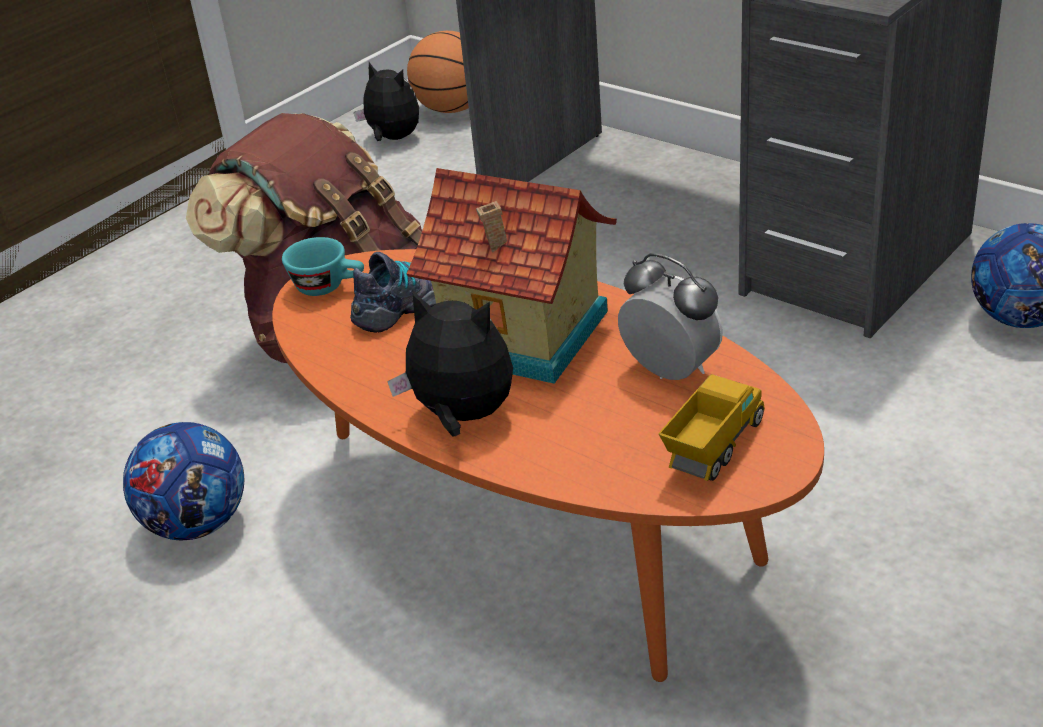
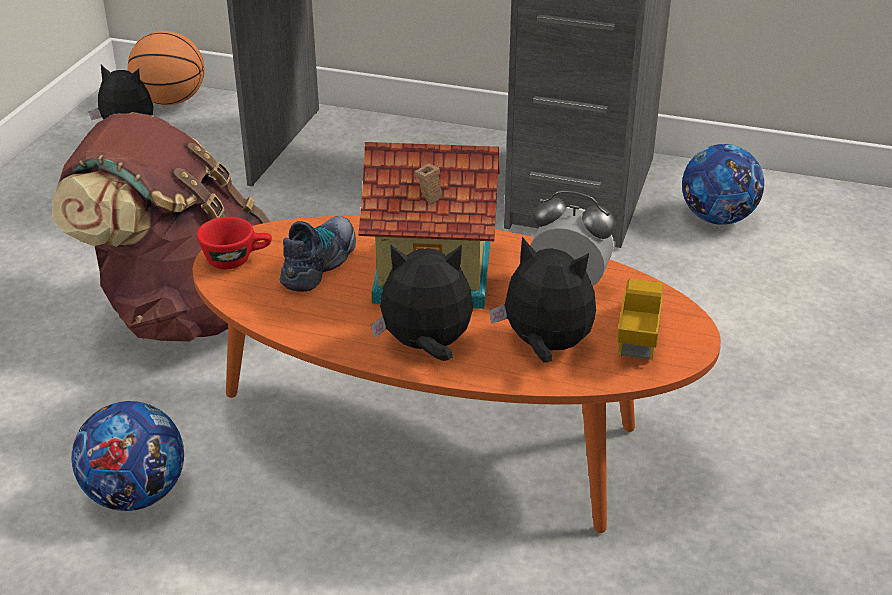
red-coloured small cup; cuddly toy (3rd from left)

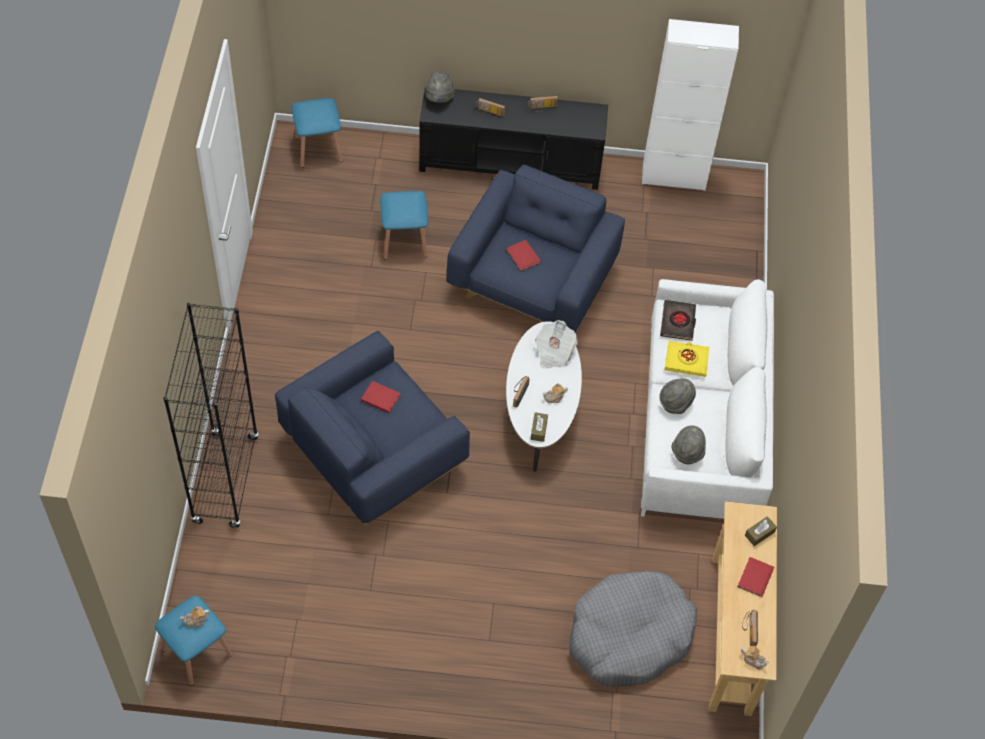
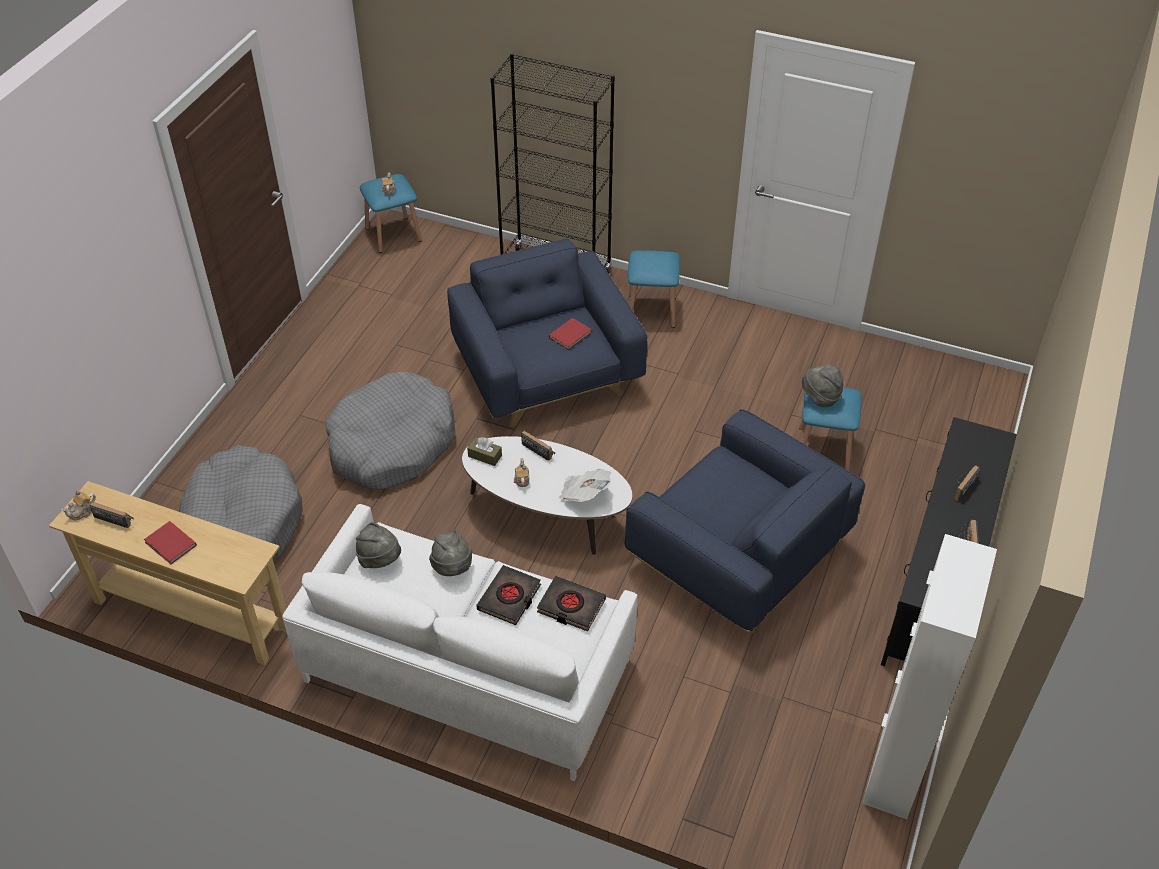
greyish wearable hat (3rd from left); bluish stool seat (2nd from left); red-coloured book (2nd from left in the first image); black-coloured book (1st from left); brown-coloured box of tissues (2nd from left in the first image); greyish dog bed (2nd from left)

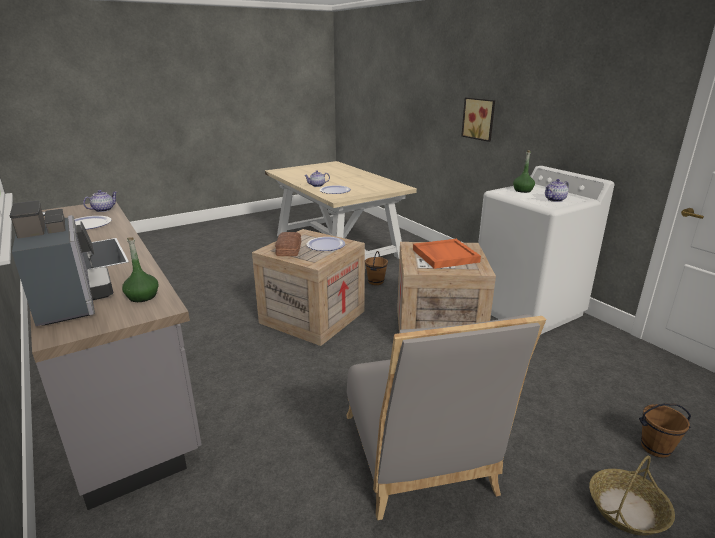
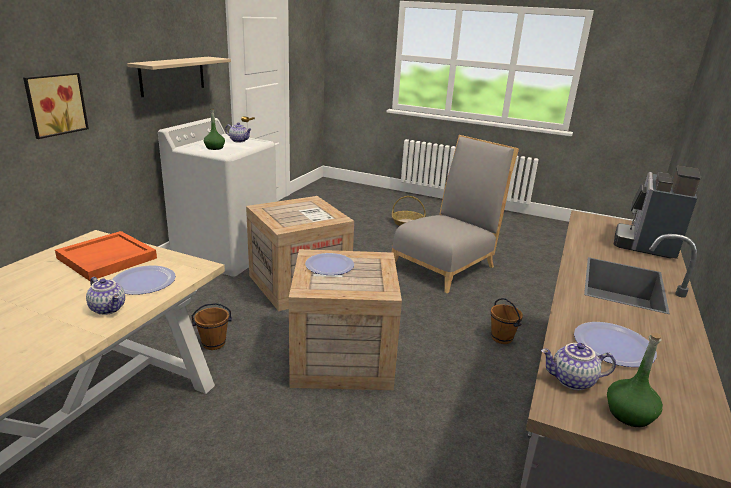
baked bread; green bottle (2nd from left); orangey serving tray; brown-coloured pail (2nd from left); wall shelf

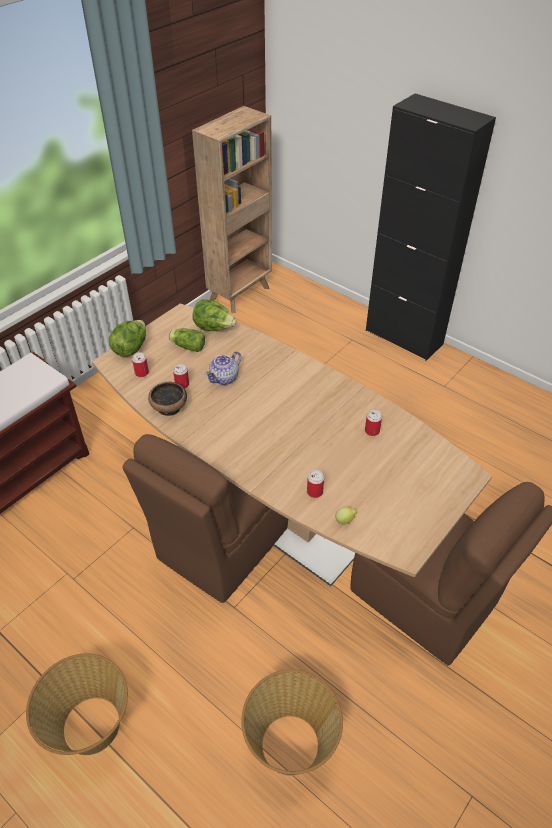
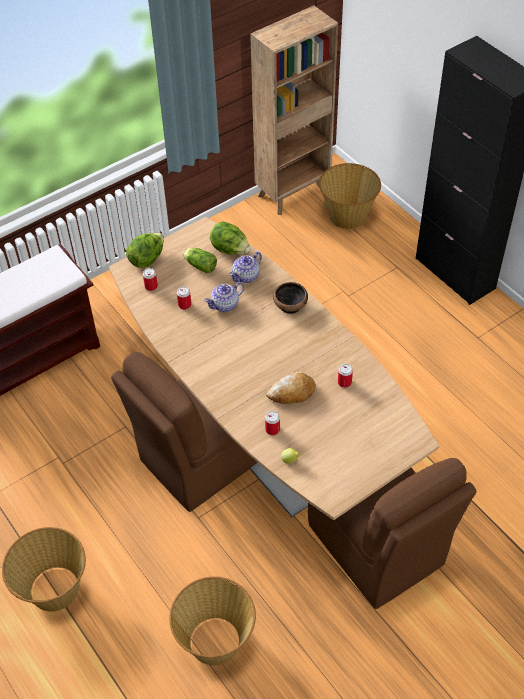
serving bowl; household basket (3rd from left); tea pot (2nd from left); baked bread

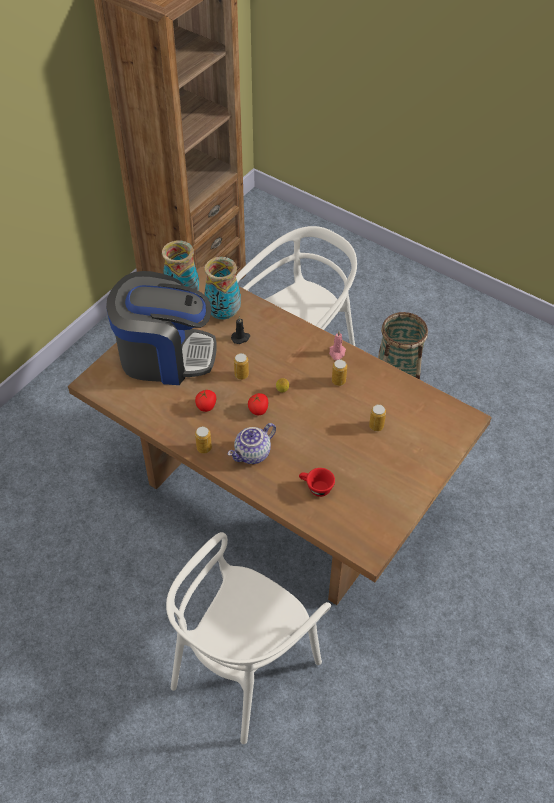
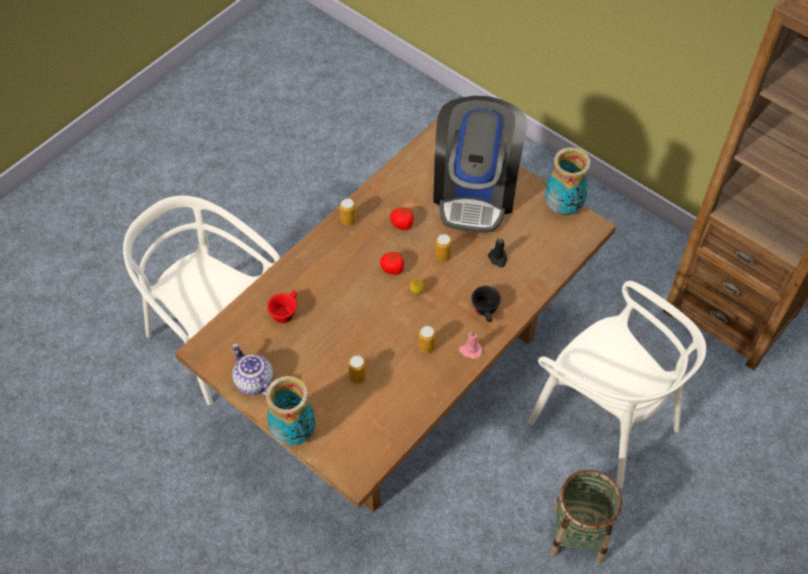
decorative vase (1st from left); tea pot; black-coloured small cup

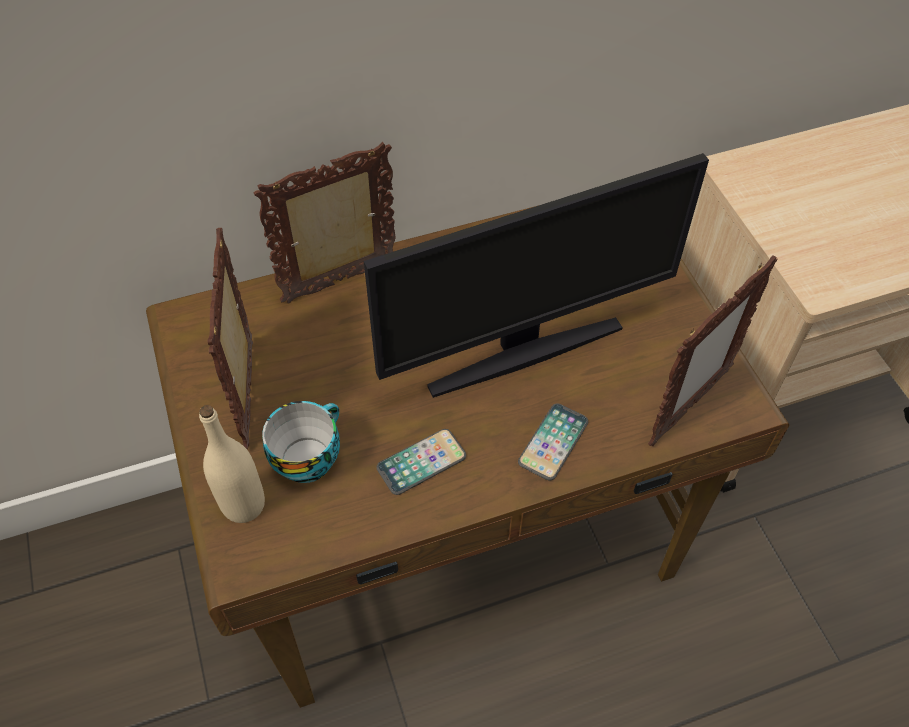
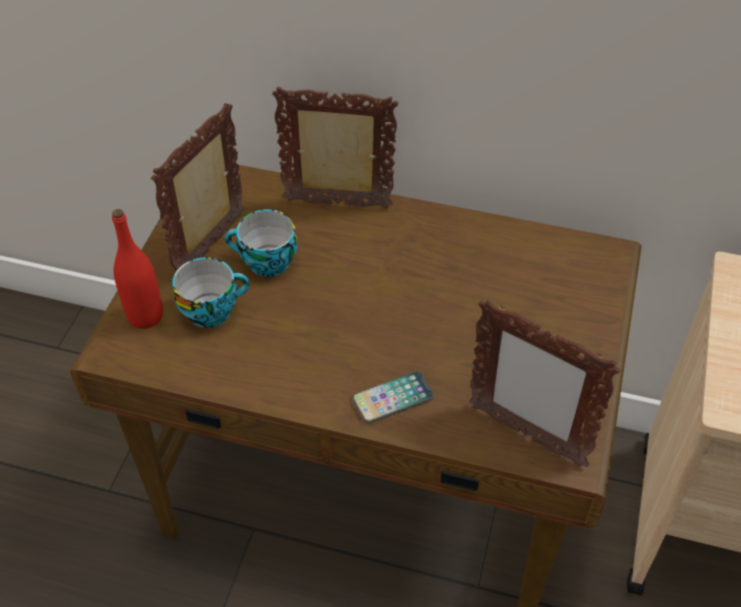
computer display; standing frame (3rd from left); red-coloured bottle; telephone (1st from left in the first image); small cup (2nd from left)

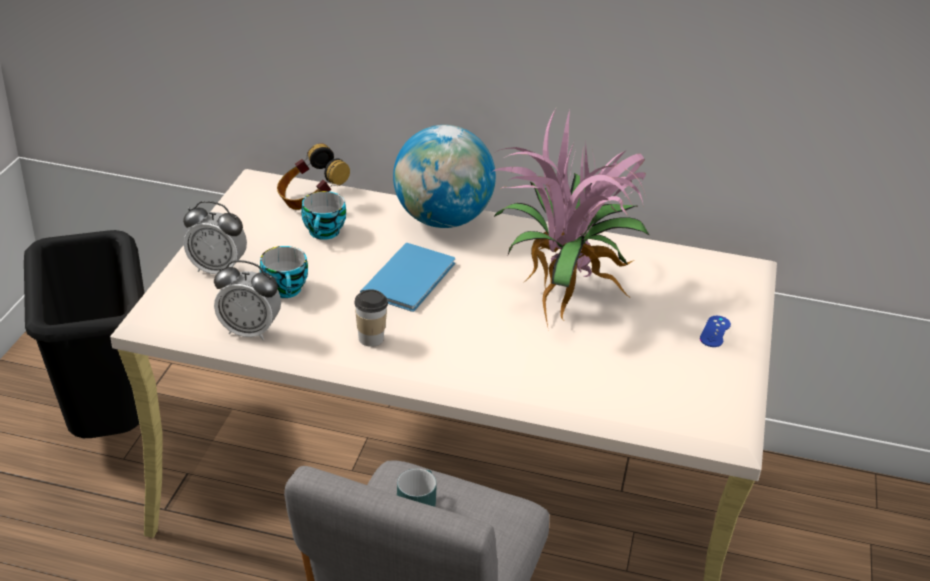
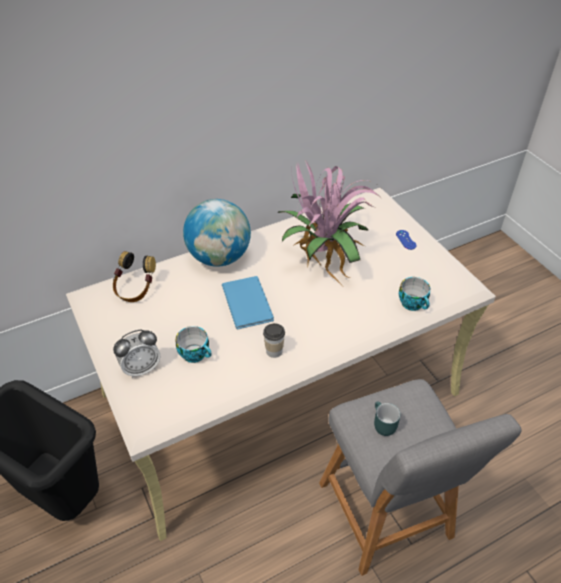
small cup (3rd from left); bedside clock (2nd from left in the first image)

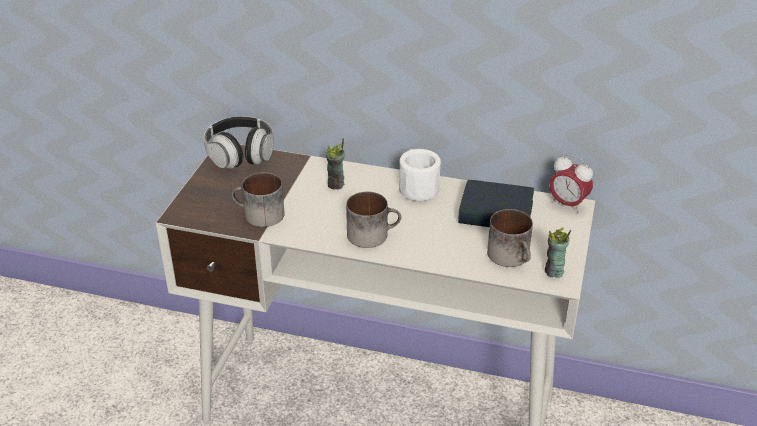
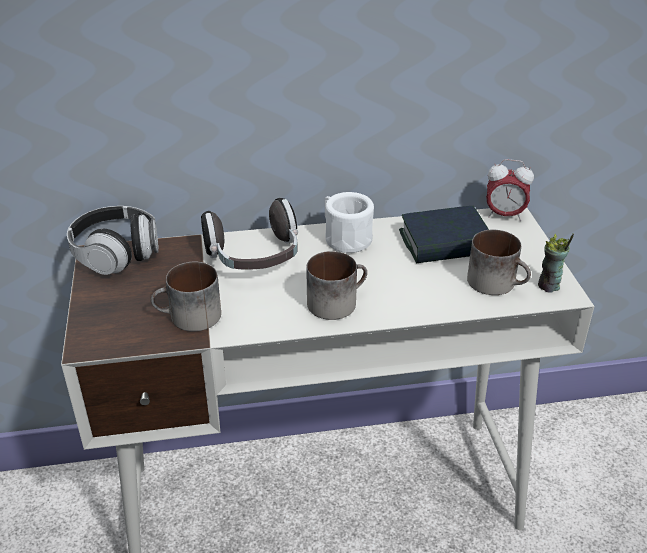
headset (2nd from left)

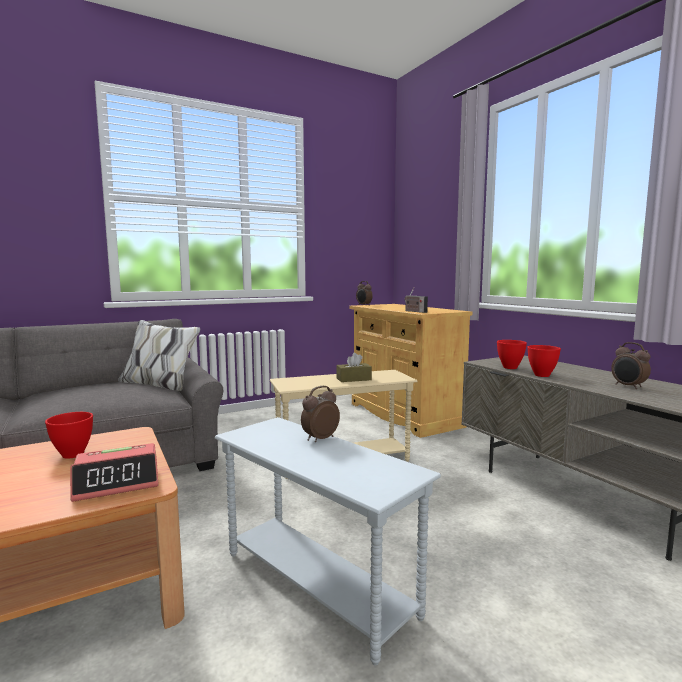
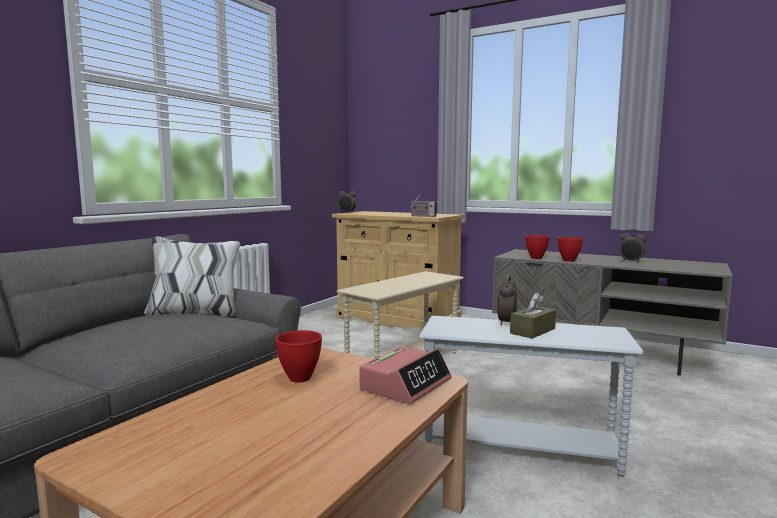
brown-coloured box of tissues

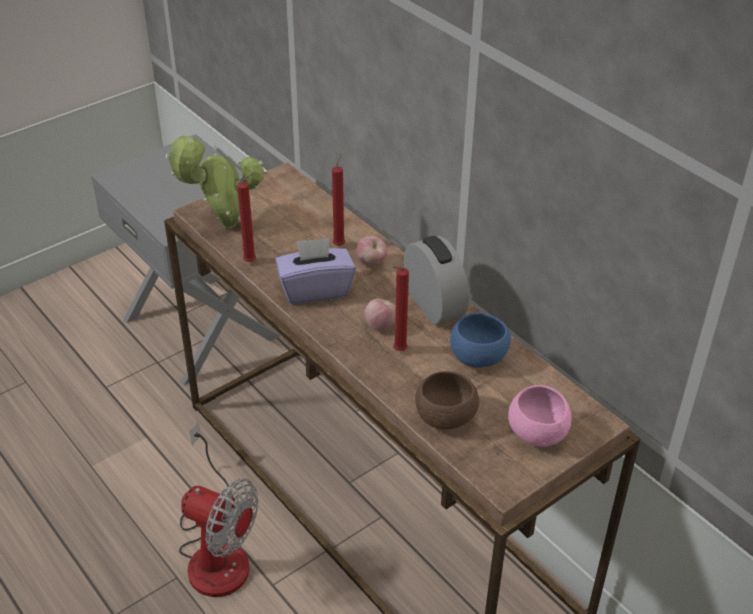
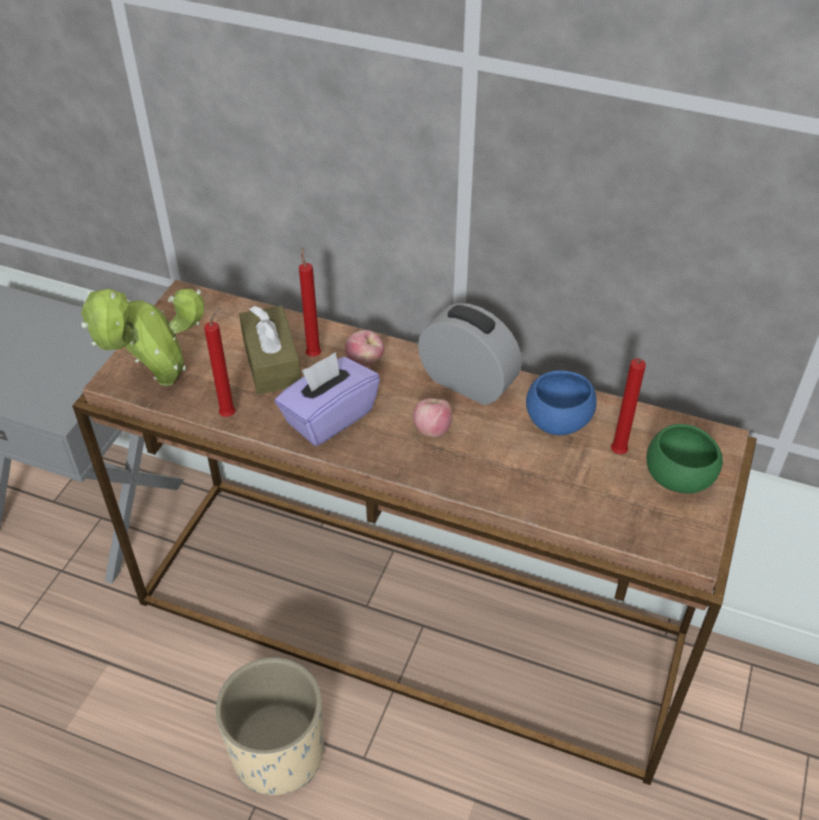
red-coloured wax light (3rd from left); brown-coloured serving bowl; green serving bowl; sand-coloured planter; brown-coloured box of tissues

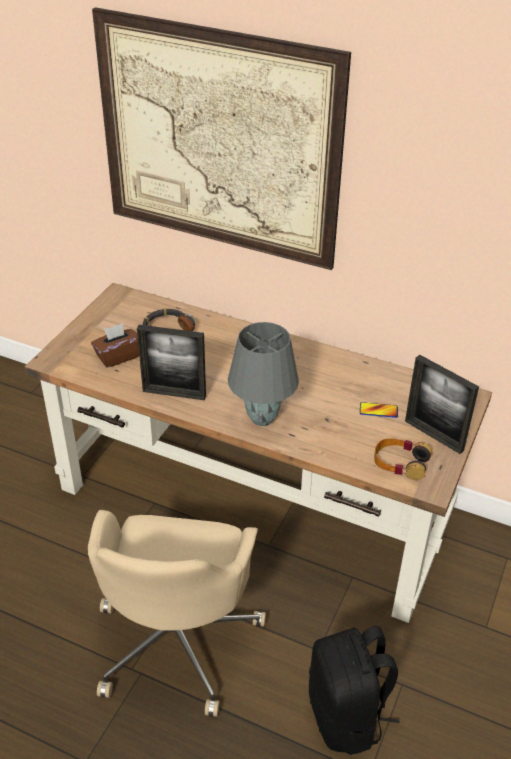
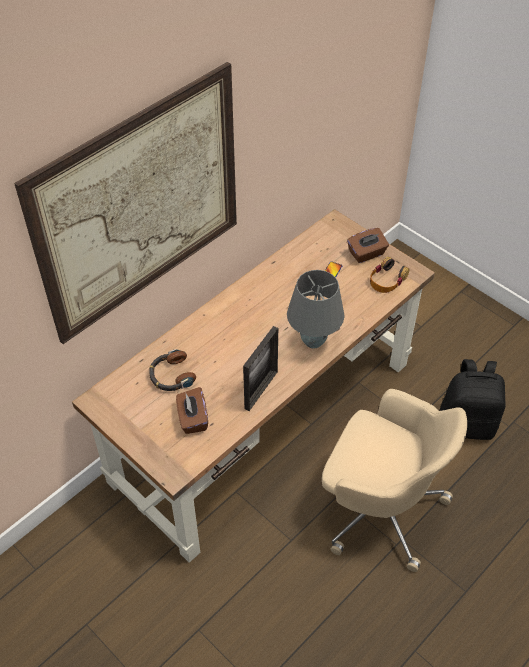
brown-coloured box of tissues (2nd from left)

